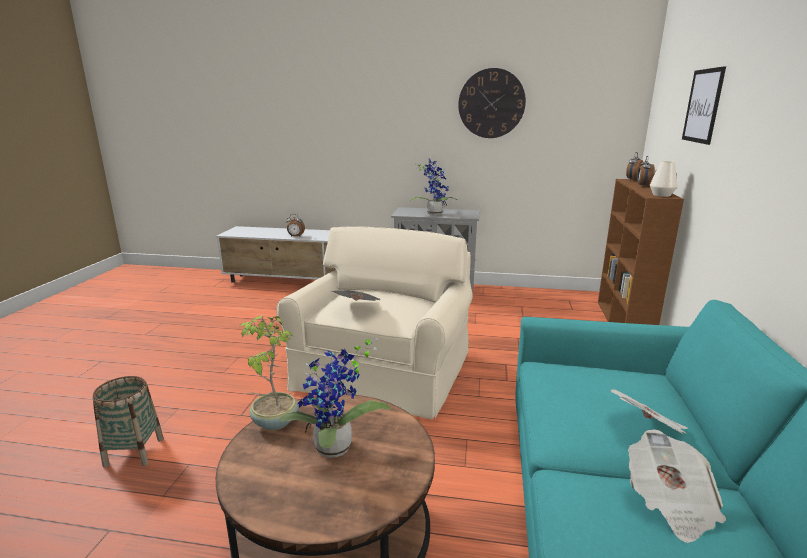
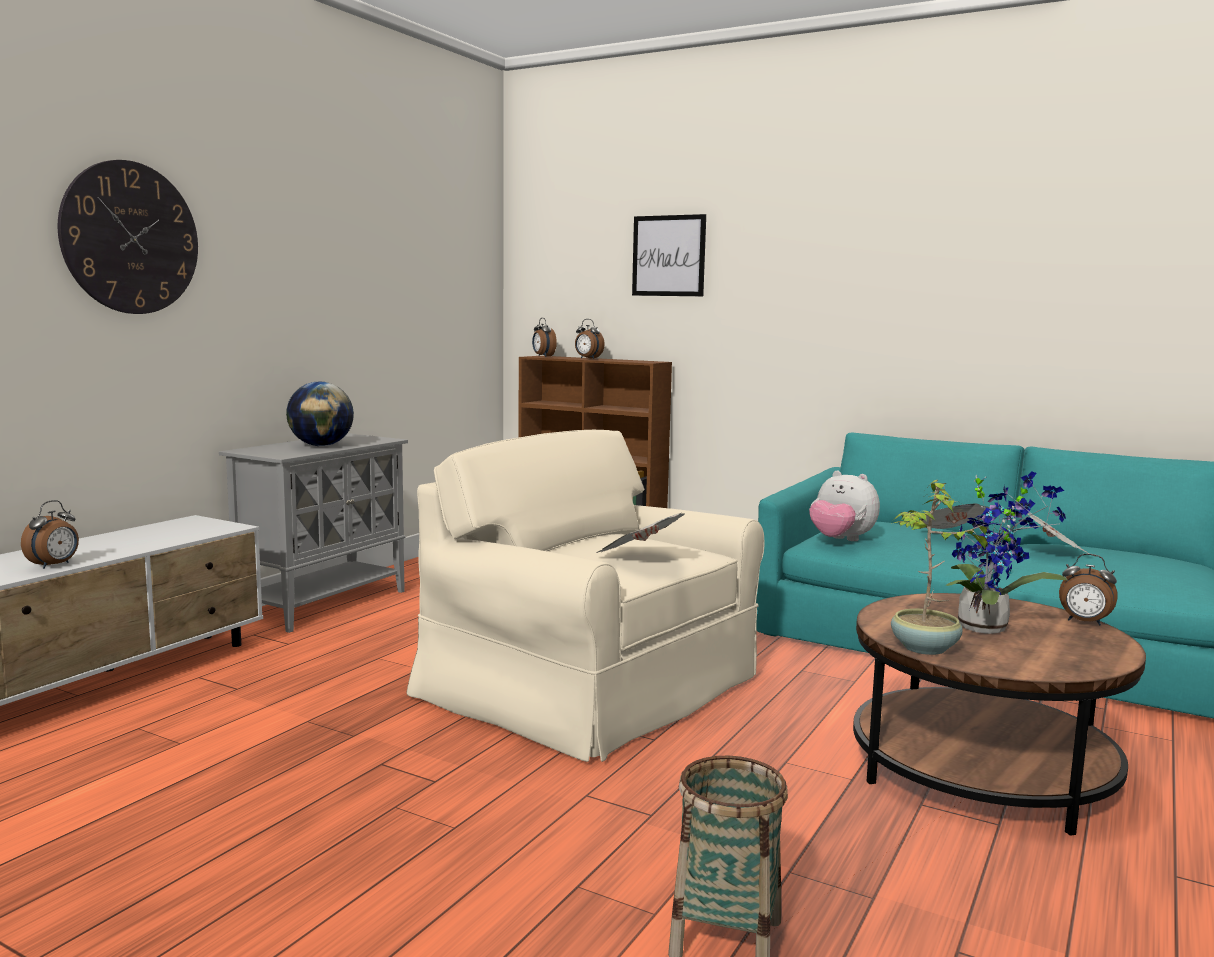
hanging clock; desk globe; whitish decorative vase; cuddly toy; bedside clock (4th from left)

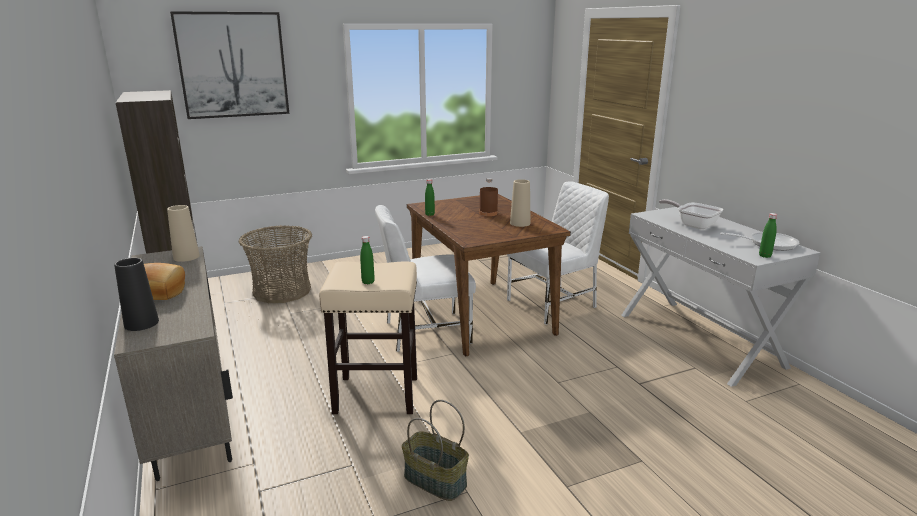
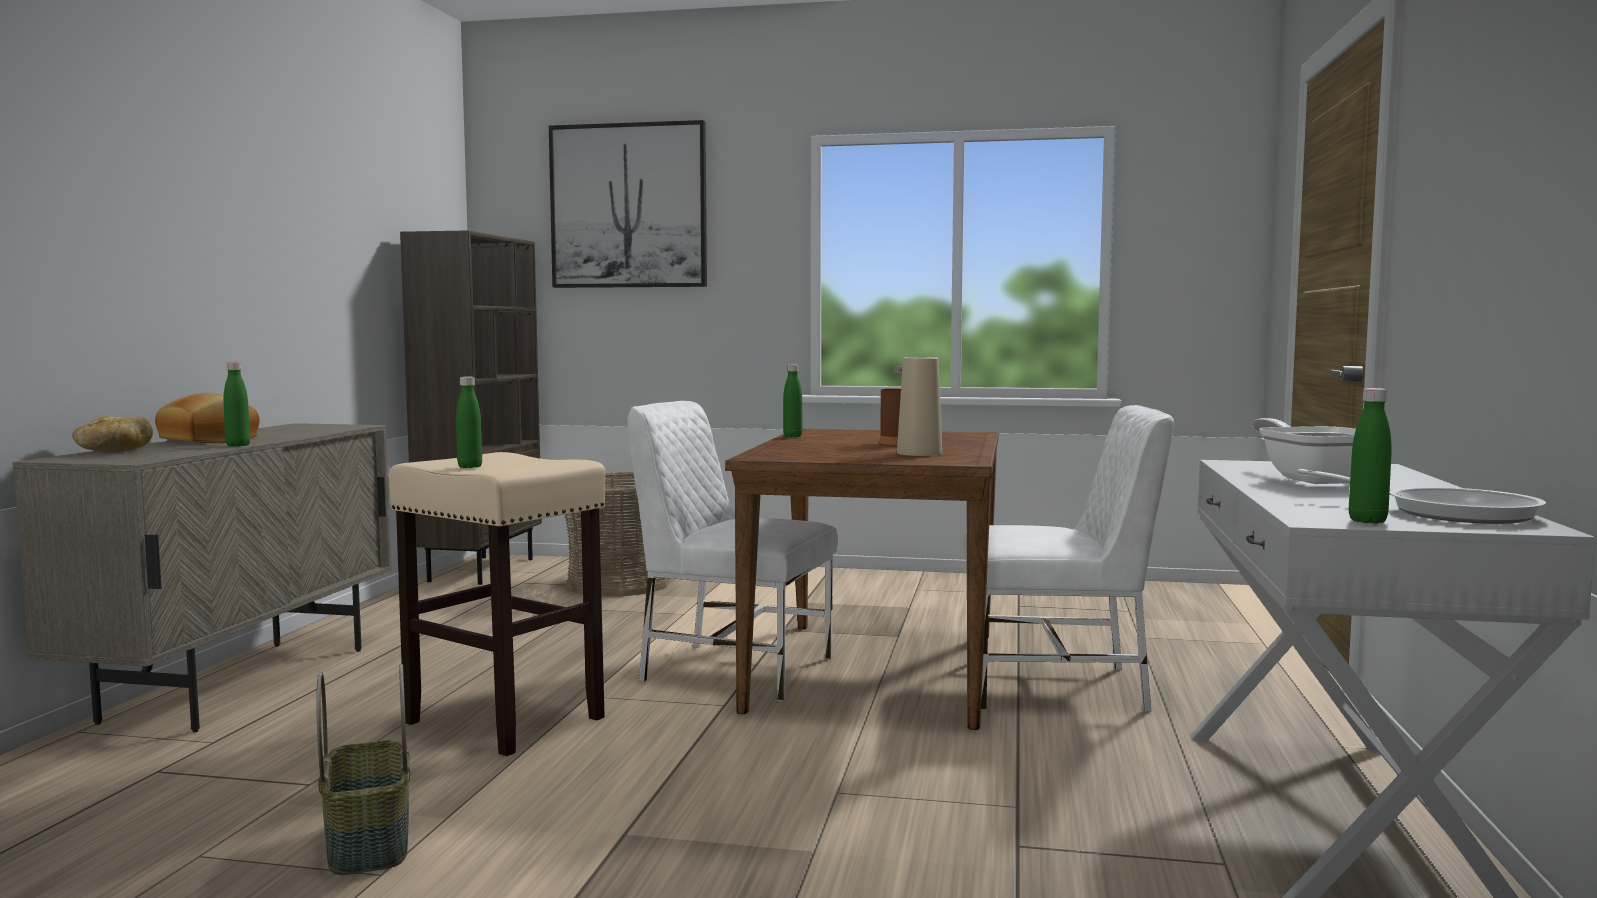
sand-coloured decorative vase (1st from left in the first image); baked bread (1st from left); green bottle (1st from left)

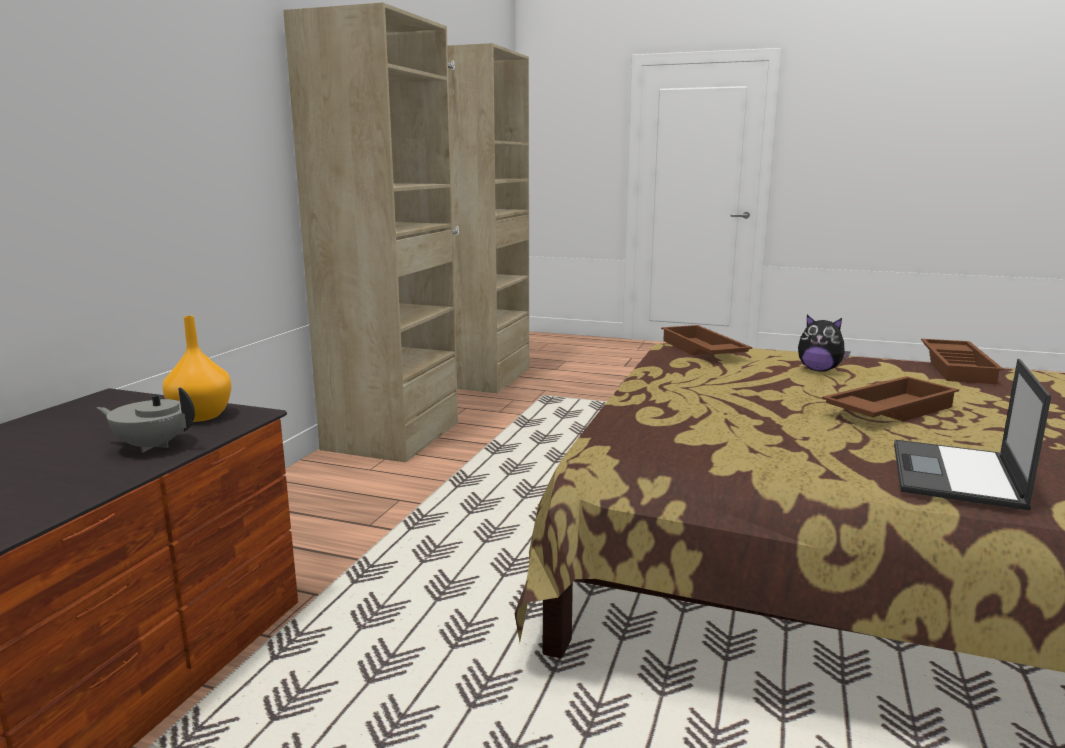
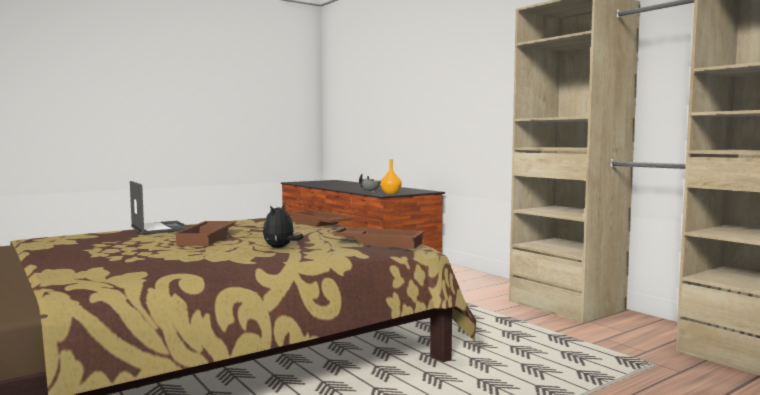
cuddly toy; brown-coloured serving tray (2nd from left)

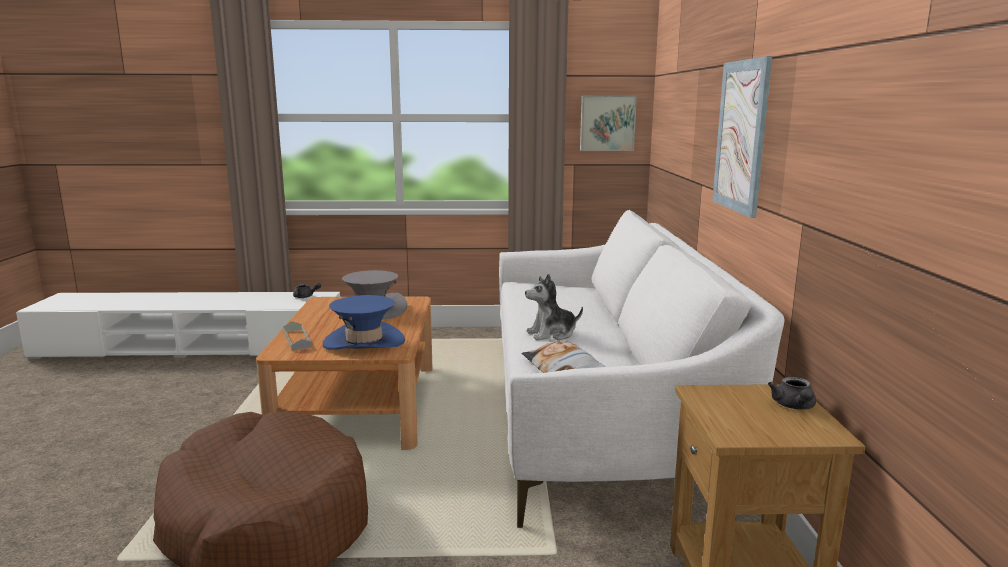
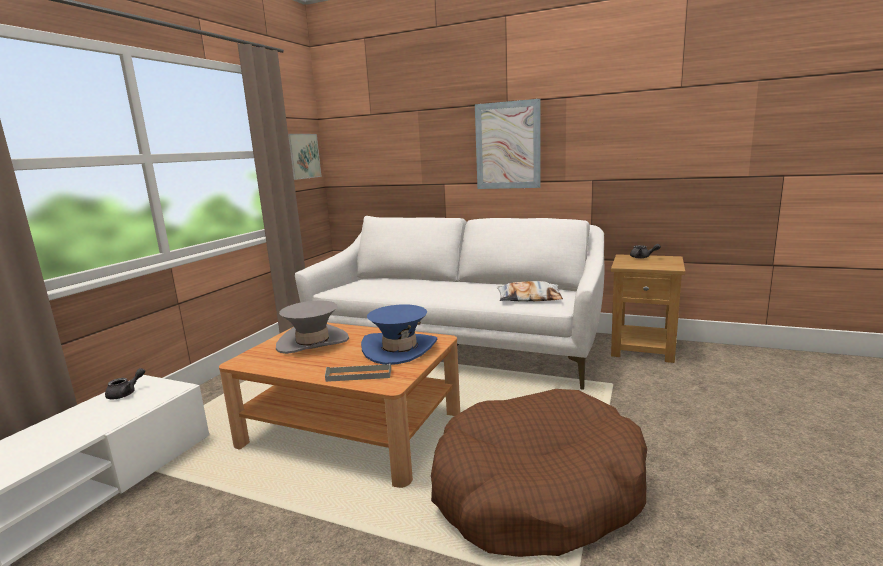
cuddly toy

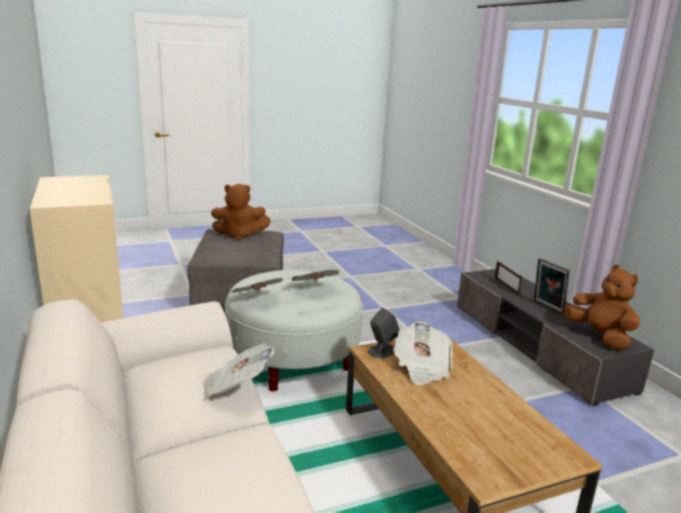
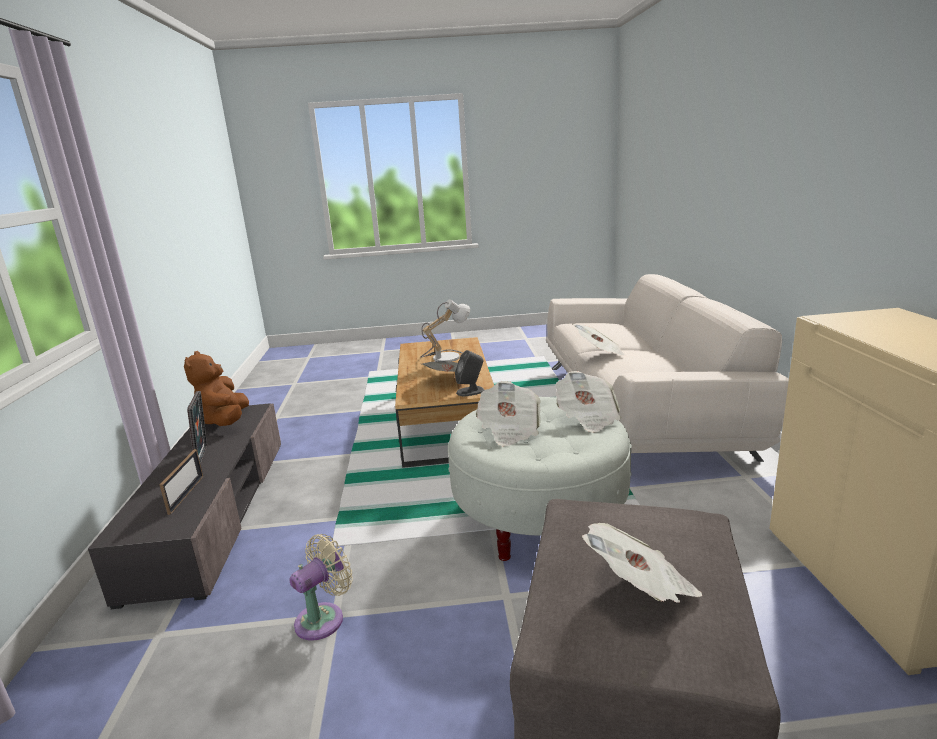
printed paper (5th from left); tabletop lamp; sand-coloured fan

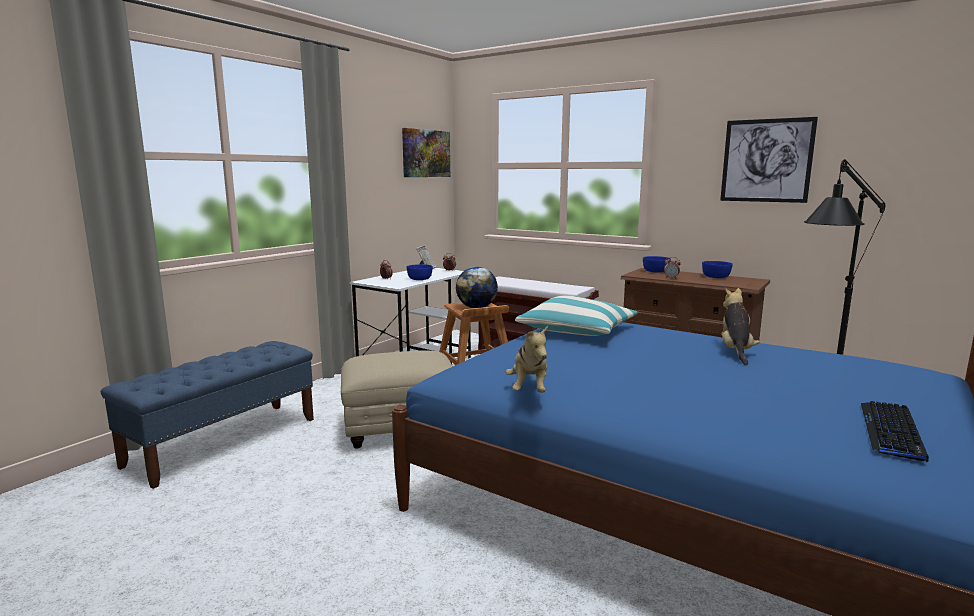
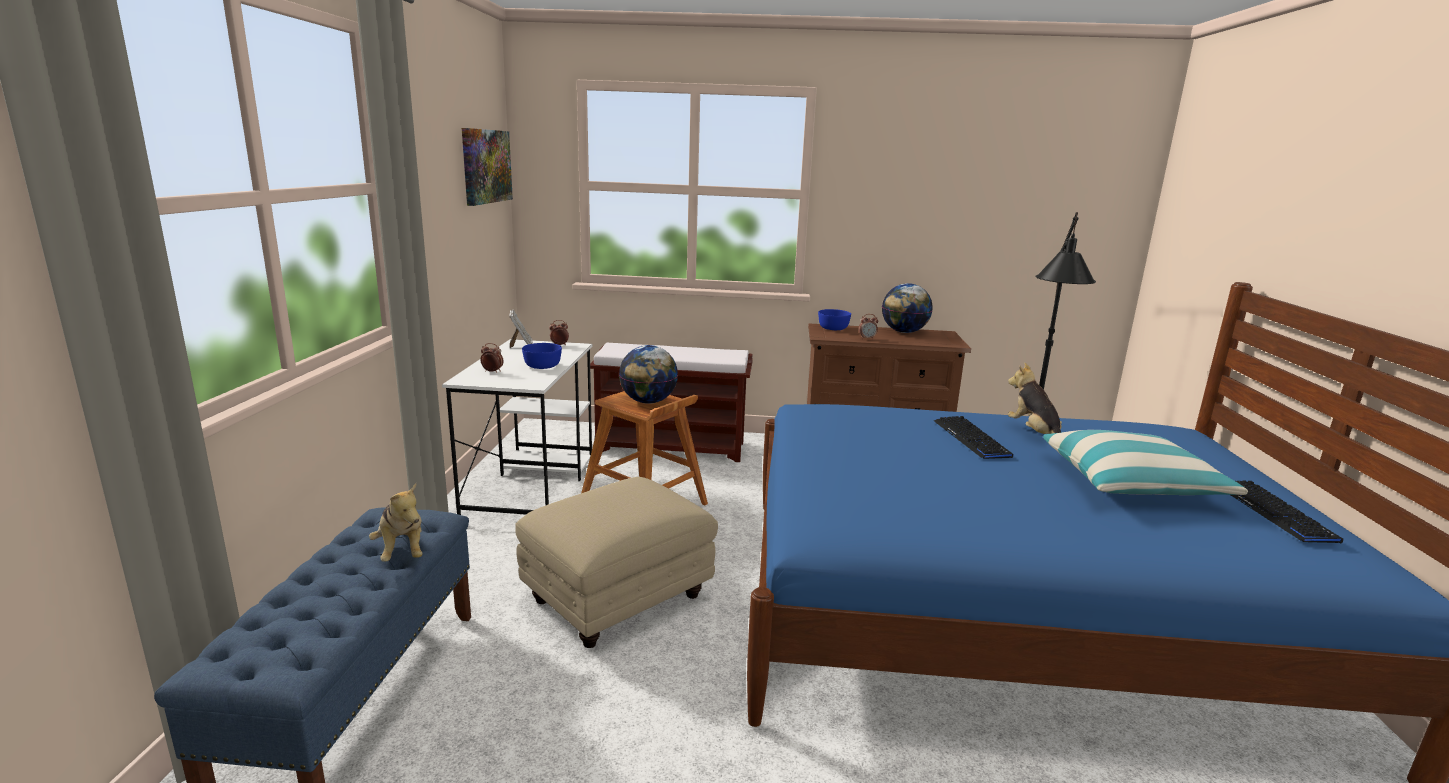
wall picture (2nd from left in the first image); desk globe (2nd from left); cushion; cuddly toy (1st from left); PC keyboard (1st from left)

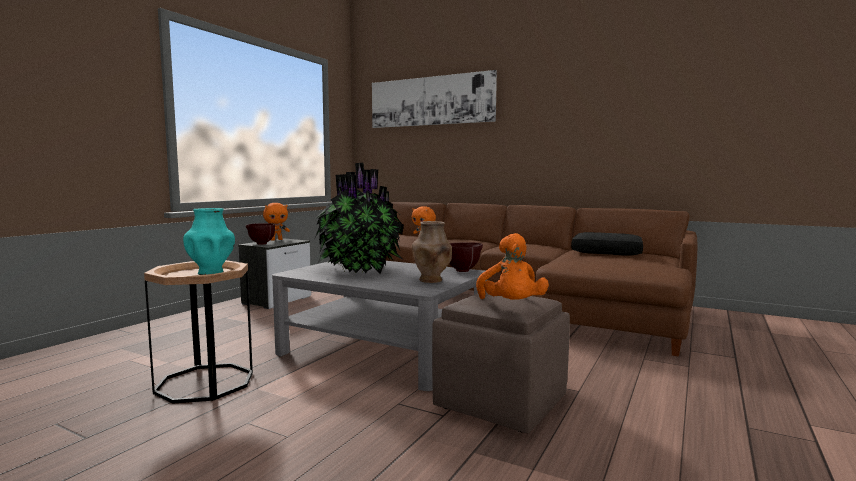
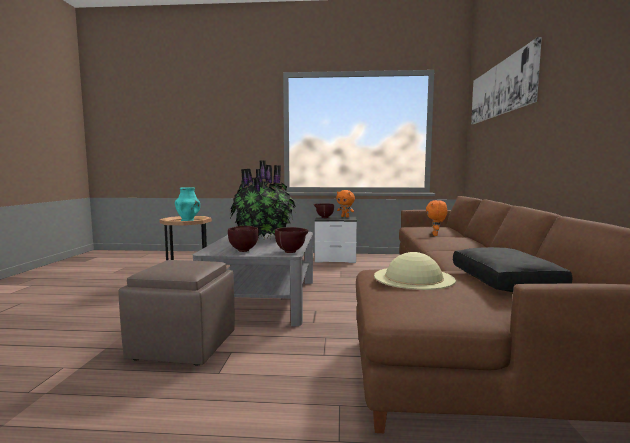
brown-coloured serving bowl (1st from left); orangey cuddly toy (3rd from left in the first image); sand-coloured wearable hat

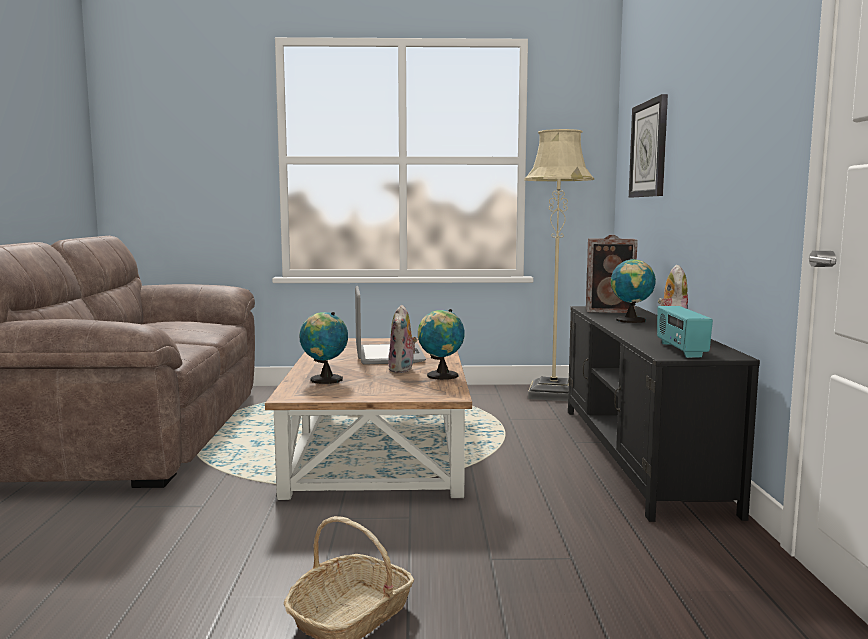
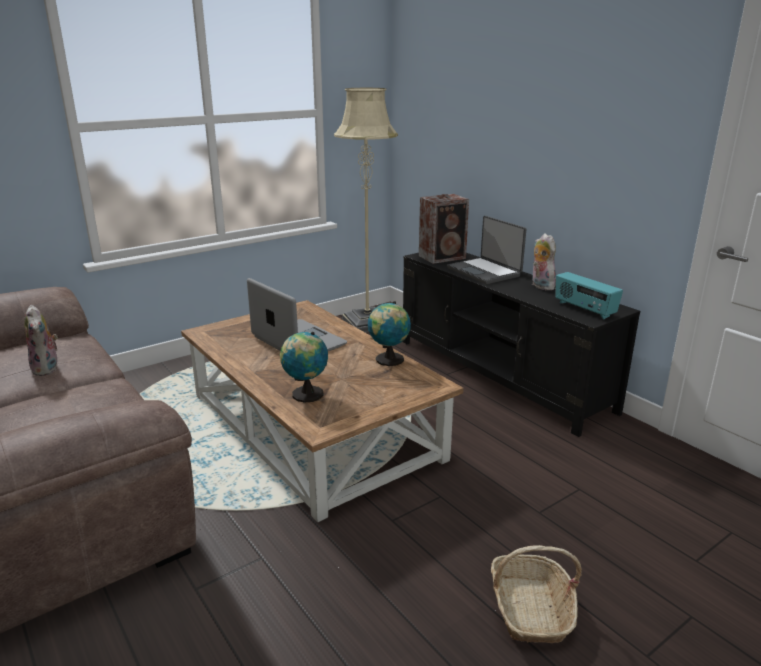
hanging clock; notebook computer (2nd from left); cuddly toy (1st from left)

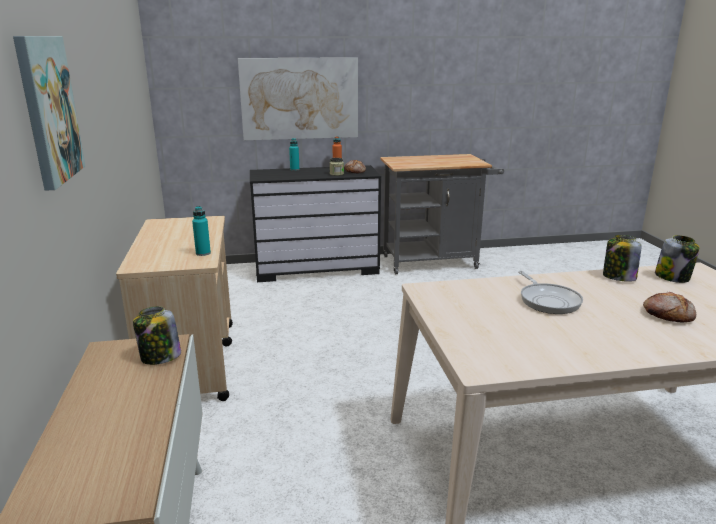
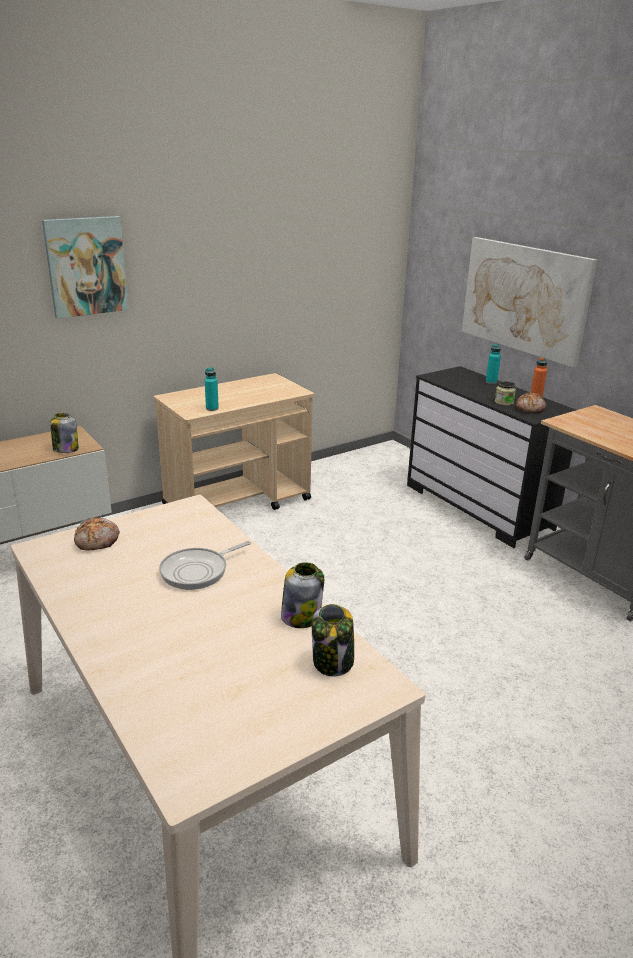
baked bread (1st from left)

